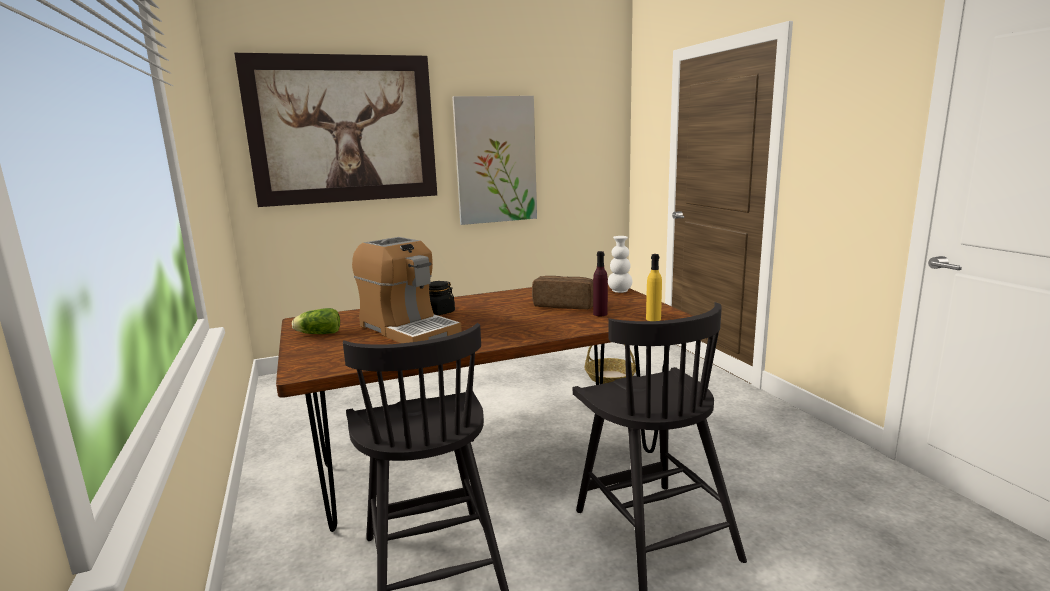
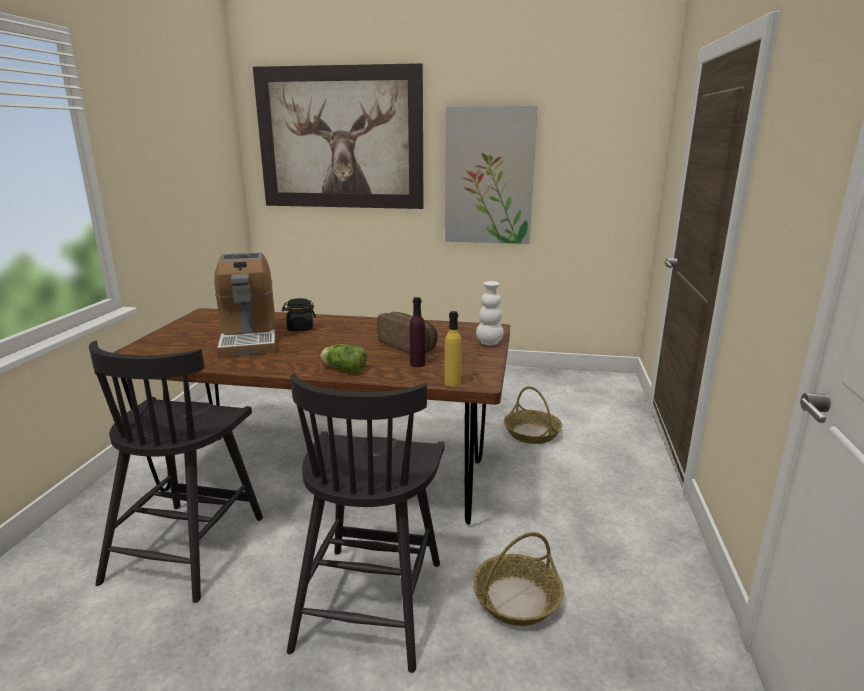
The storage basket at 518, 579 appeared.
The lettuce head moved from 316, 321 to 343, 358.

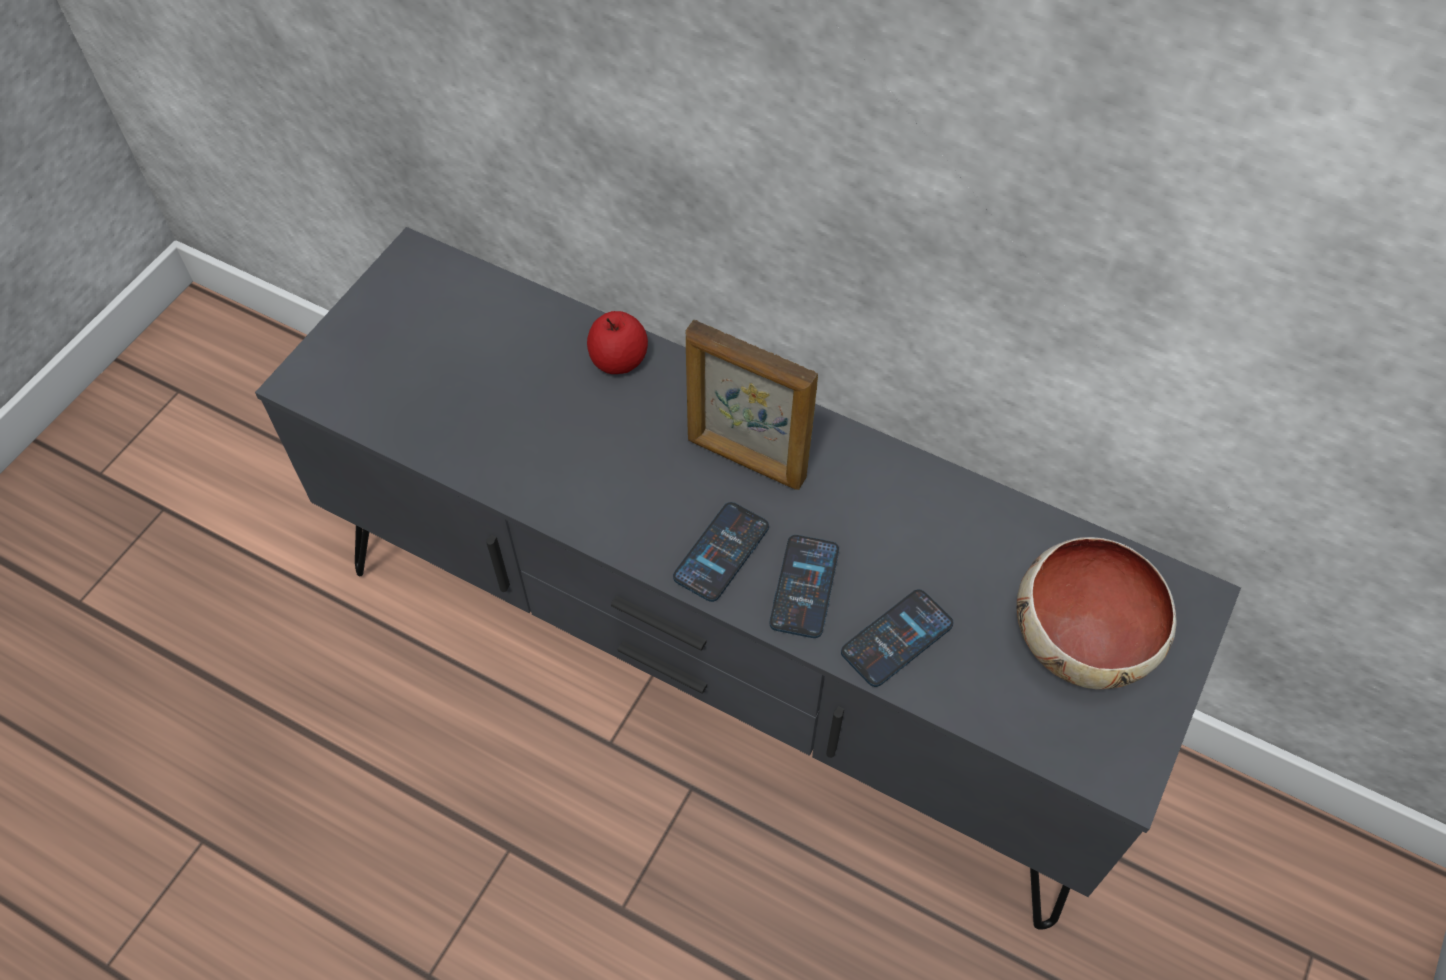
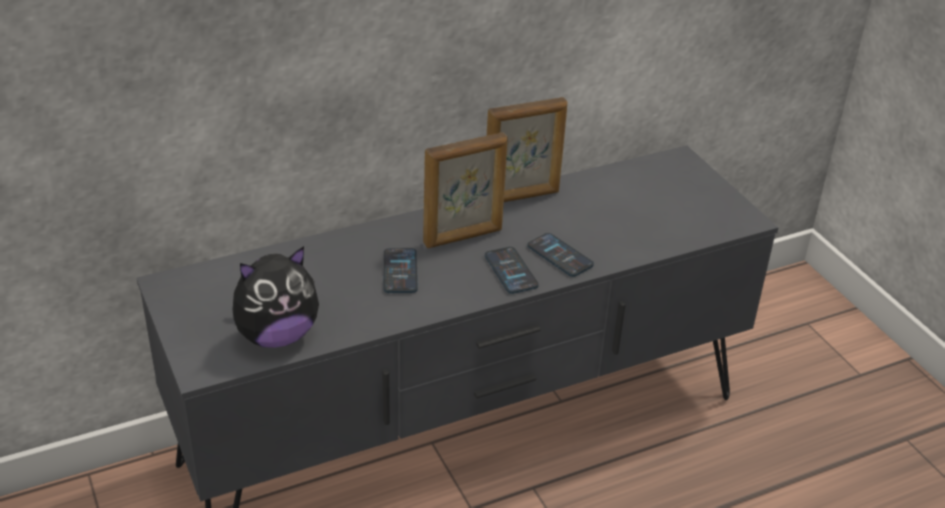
The apple fruit at 617, 342 disappeared.
The bowl at 1097, 613 disappeared.
The cuddly toy at 276, 297 appeared.
The picture frame at 527, 149 appeared.
The telephone moved from 897, 638 to 400, 270.

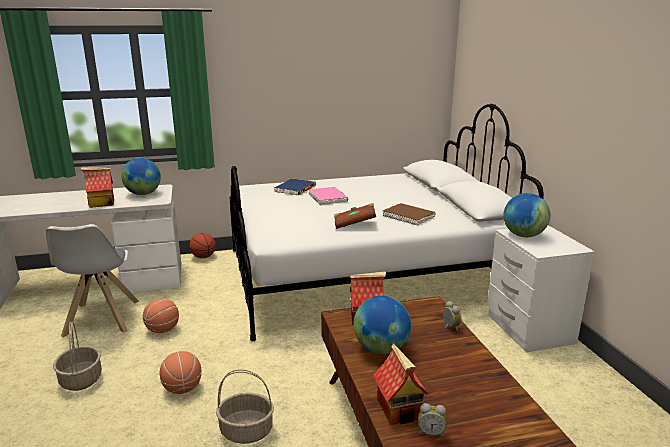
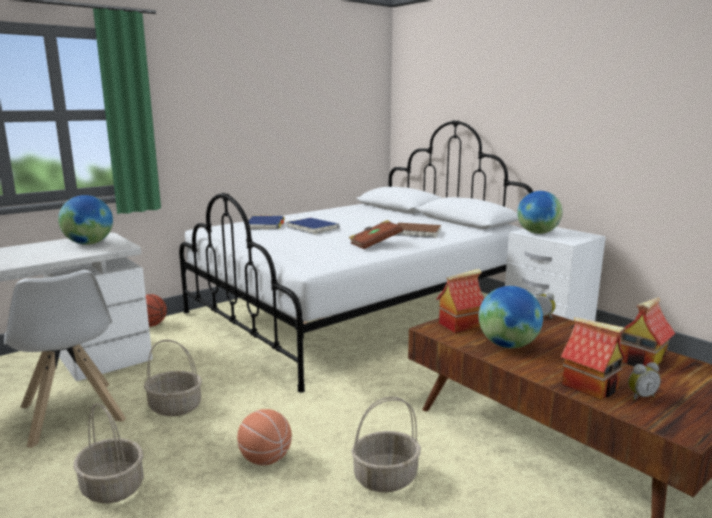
The miniature house moved from 97, 187 to 647, 333.
The basketball at 161, 315 was replaced by the storage basket at 173, 377.
The pinkish volume at 328, 196 became the blue-coloured volume at 313, 226.

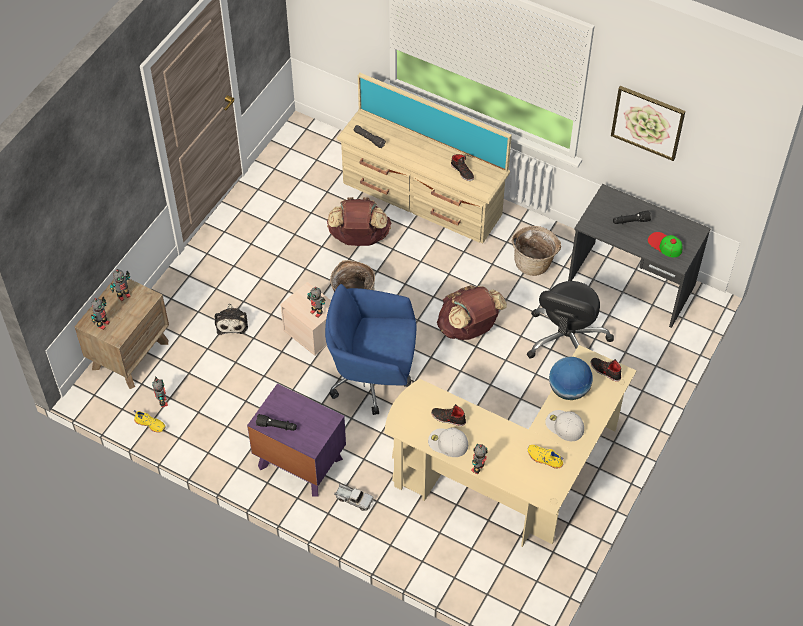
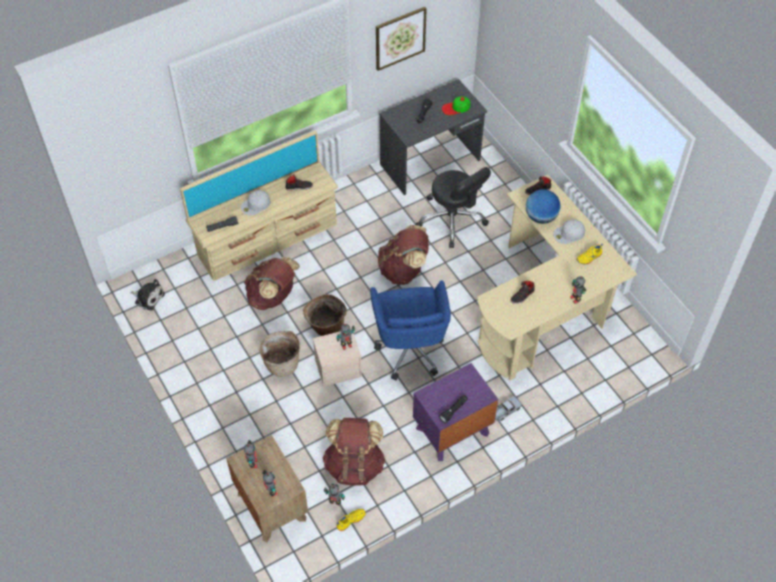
The brown knapsack at 354, 452 appeared.
The cuddly toy moved from 231, 319 to 147, 295.
The white-coloured cap moved from 448, 442 to 255, 203.
The storage basket moved from 536, 251 to 279, 354.
The blue-coloured desk chair at 370, 349 turned 45 degrees counterclockwise.

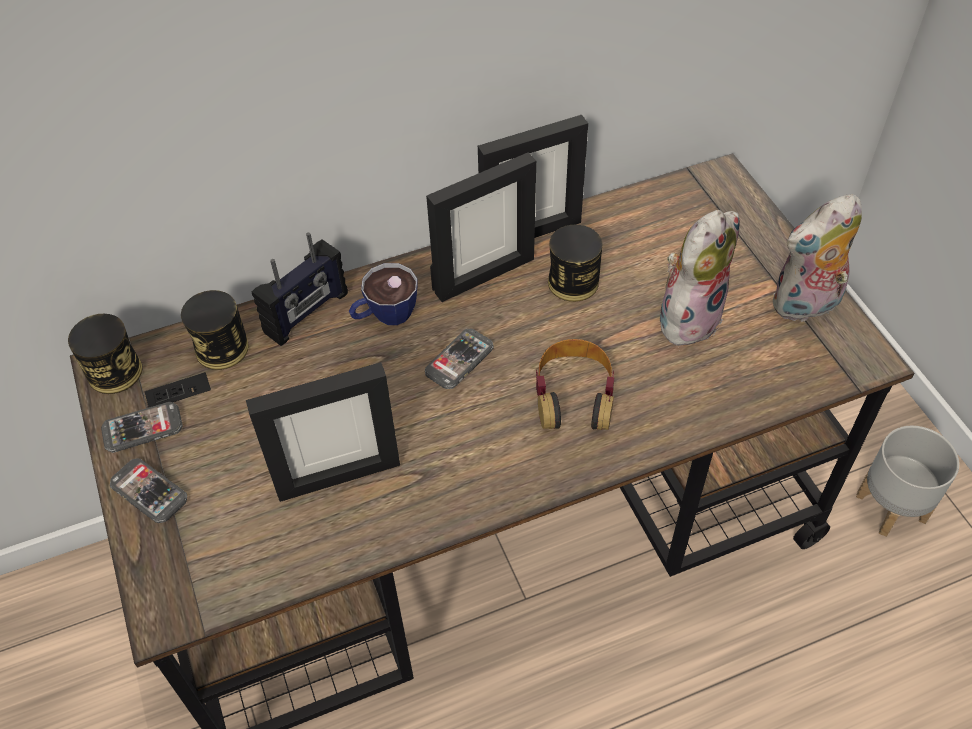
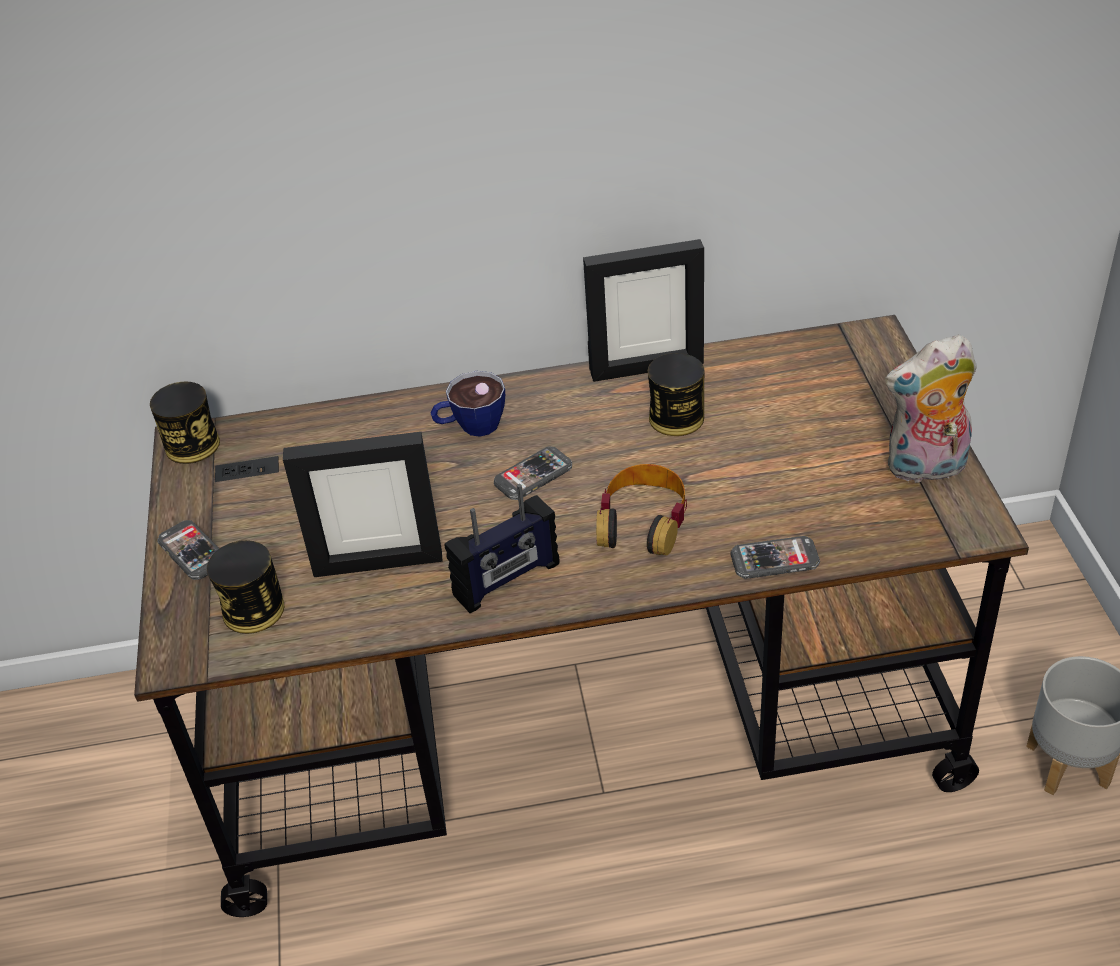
The picture frame at 481, 227 disappeared.
The cuddly toy at 700, 280 disappeared.
The telephone moved from 142, 427 to 775, 557.
The metal can moved from 215, 330 to 245, 587.
The radio set moved from 300, 289 to 502, 548.

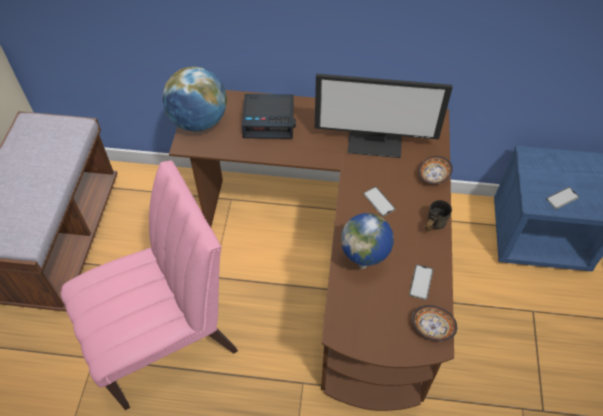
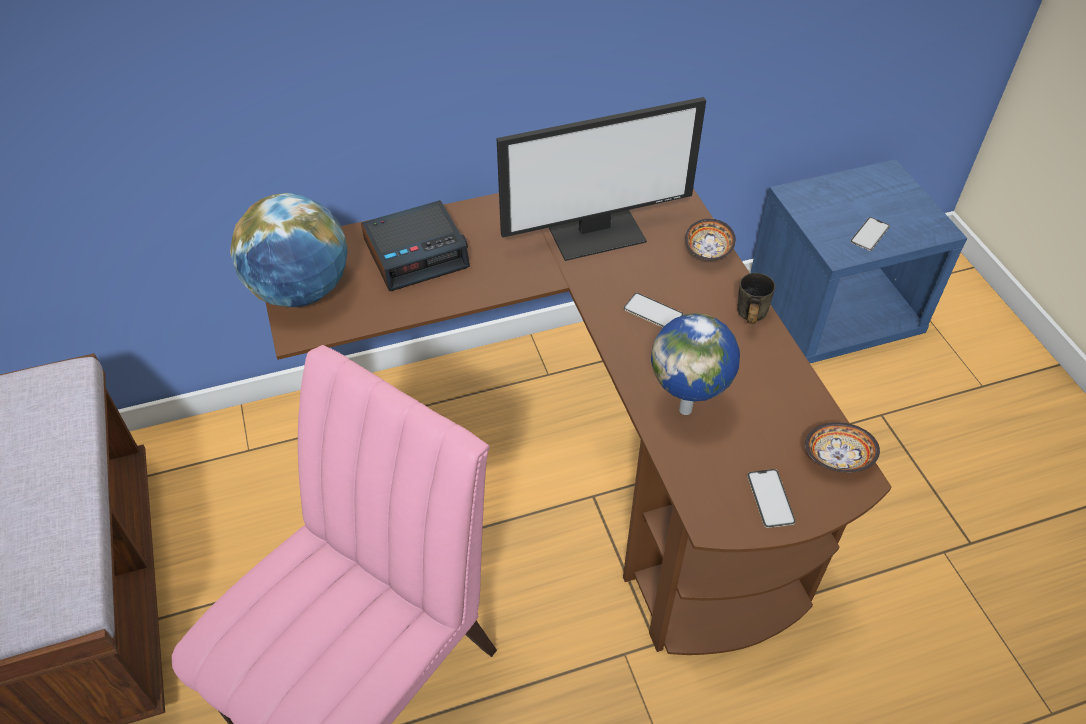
The telephone moved from 421, 282 to 771, 498.

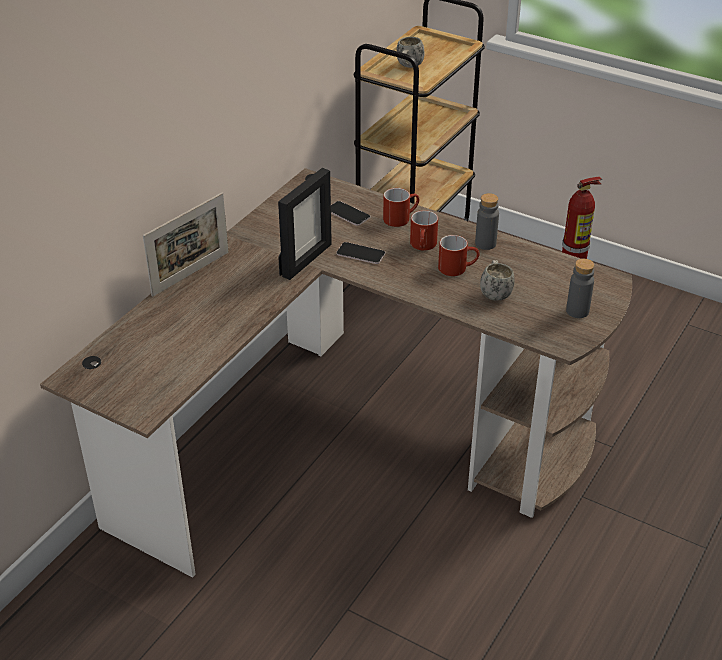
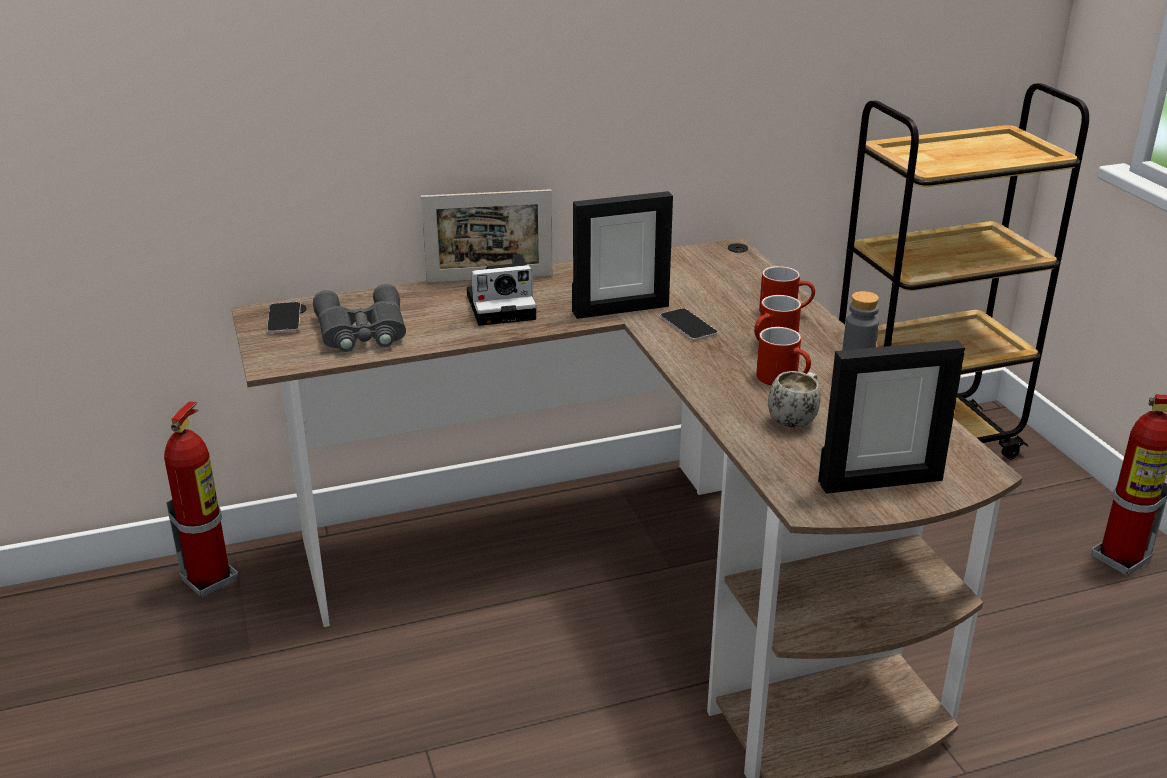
The white-coloured mug at 410, 52 disappeared.
The extinguisher at 201, 499 appeared.
The grey field glasses at 359, 318 appeared.
The still camera at 502, 290 appeared.
The telephone moved from 350, 213 to 284, 317.
The grey bottle at 580, 288 was replaced by the picture frame at 891, 417.

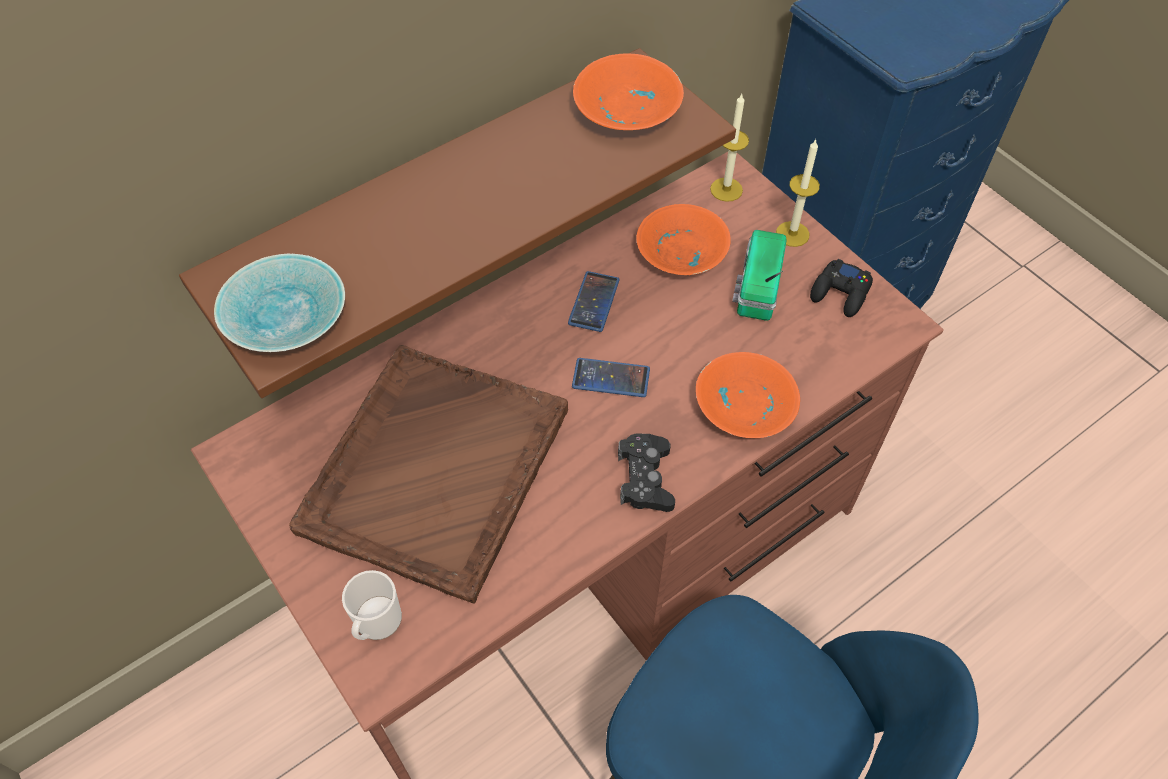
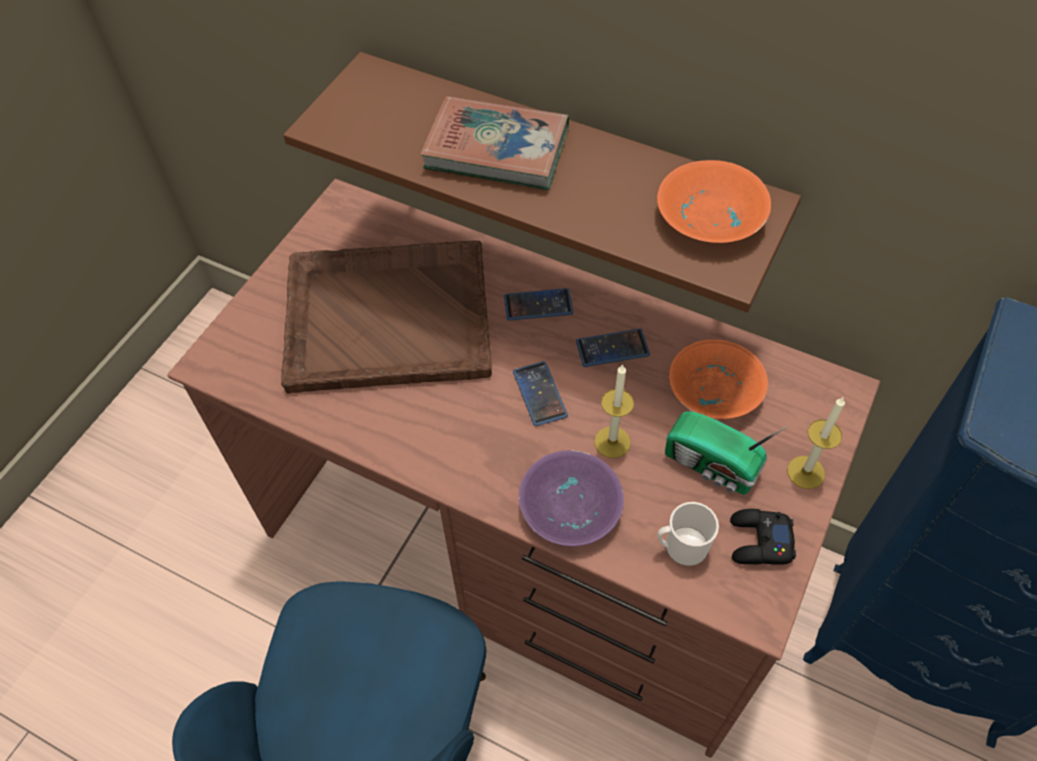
The turquoise-coloured bowl at 279, 303 disappeared.
The blackish gamepad at 646, 472 disappeared.
The volume at 495, 143 appeared.
The telephone at 538, 304 appeared.
The mug moved from 372, 605 to 688, 534.
The wax candle moved from 729, 148 to 614, 411.
The orange bowl at 748, 395 became the purple-coloured bowl at 571, 498.
The radio set at 759, 275 turned 135 degrees counterclockwise.

